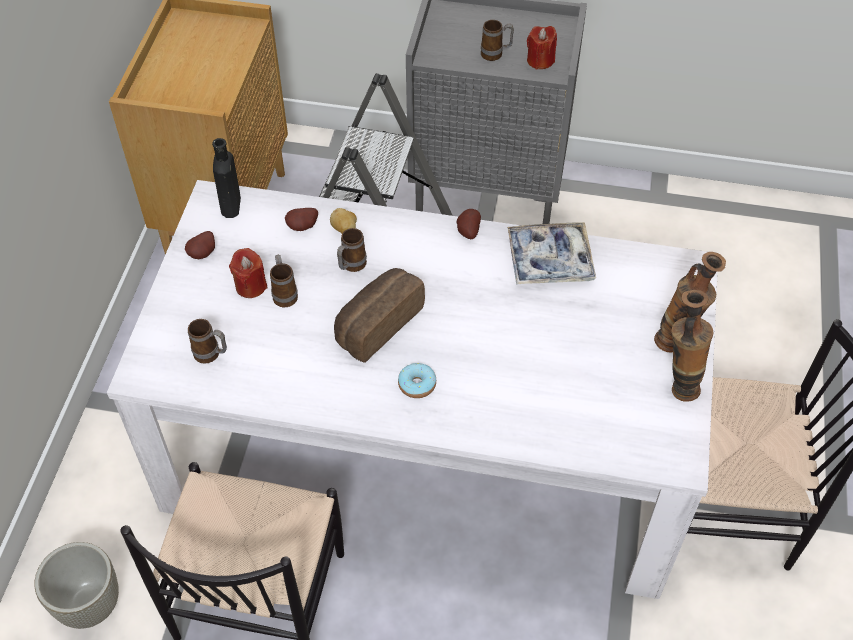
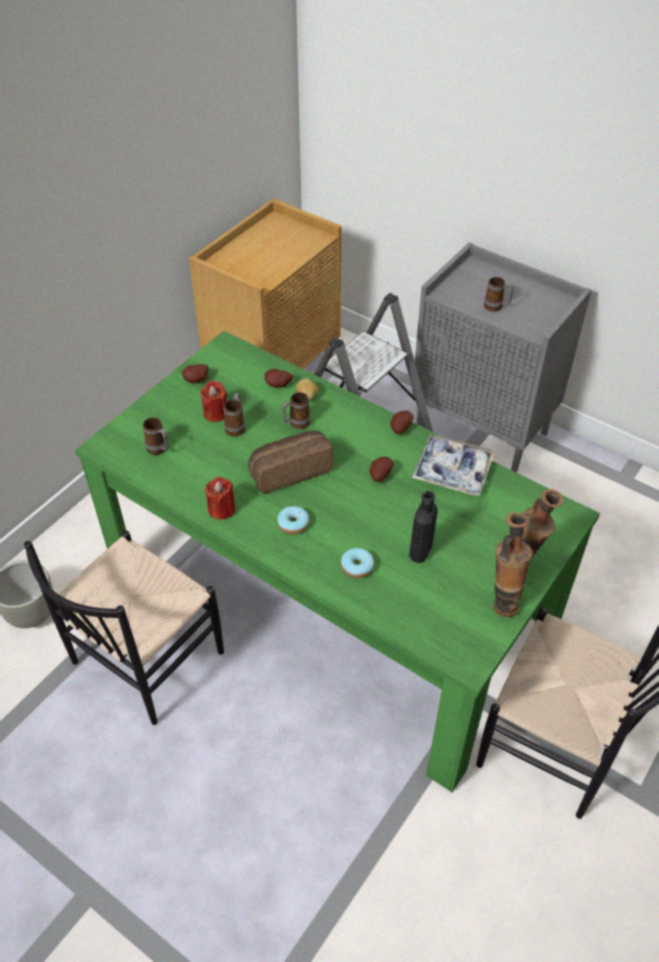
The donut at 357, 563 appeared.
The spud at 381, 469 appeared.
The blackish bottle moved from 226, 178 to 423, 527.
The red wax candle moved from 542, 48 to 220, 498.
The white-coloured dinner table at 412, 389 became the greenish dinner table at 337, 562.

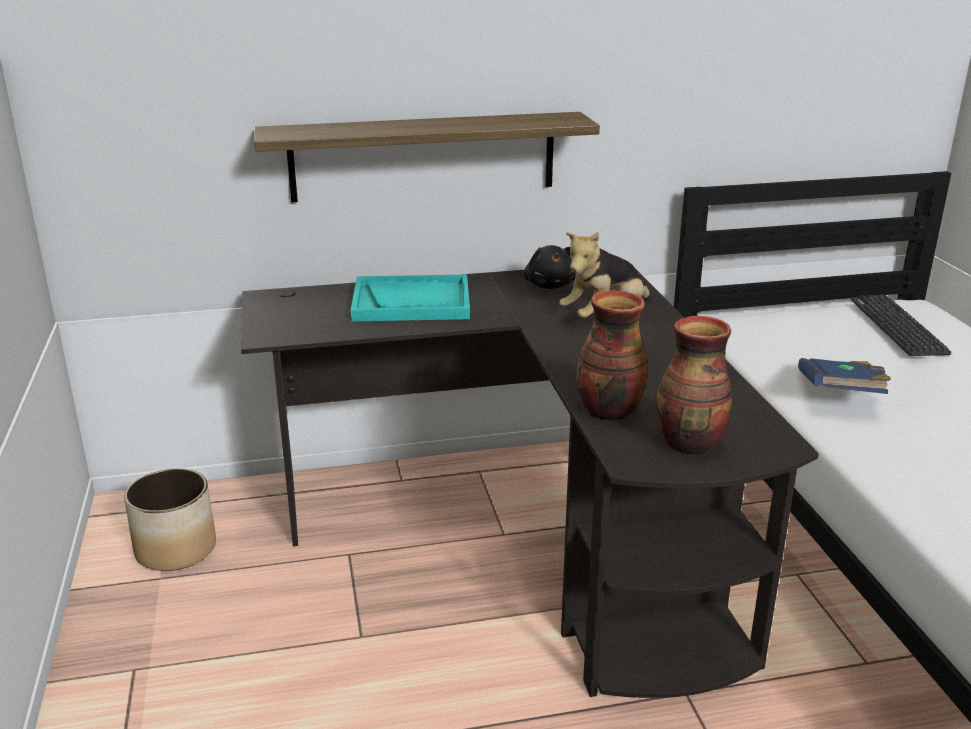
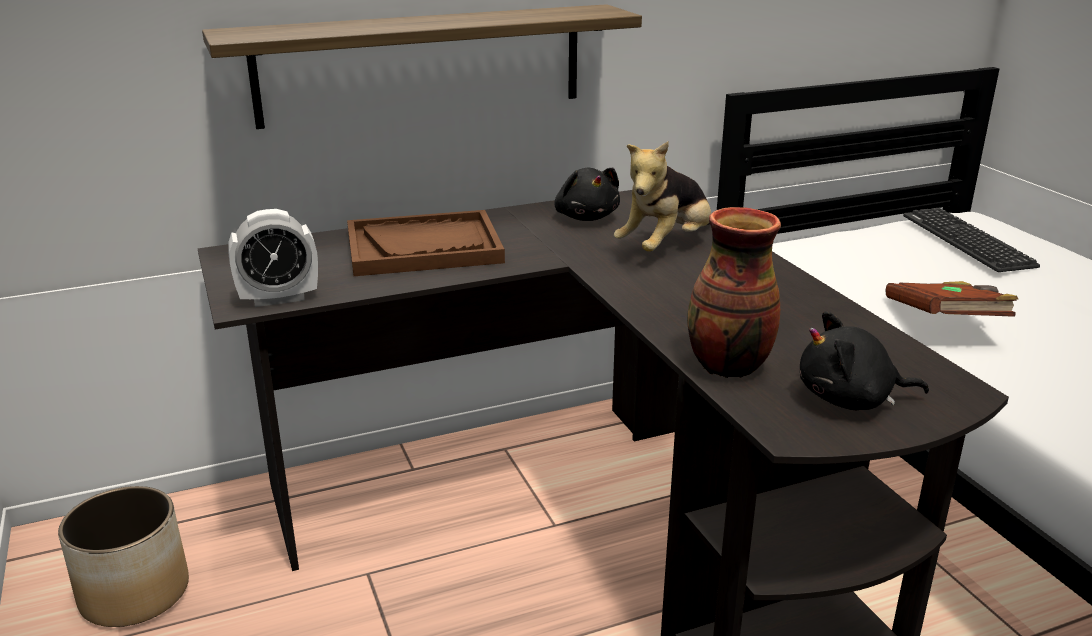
The alarm clock at 273, 258 appeared.
The flower vase at 694, 385 was replaced by the blackish cuddly toy at 864, 360.
The turquoise-coloured tray at 410, 297 became the brown tray at 426, 243.
The blue-coloured volume at 844, 376 became the brown volume at 952, 299.

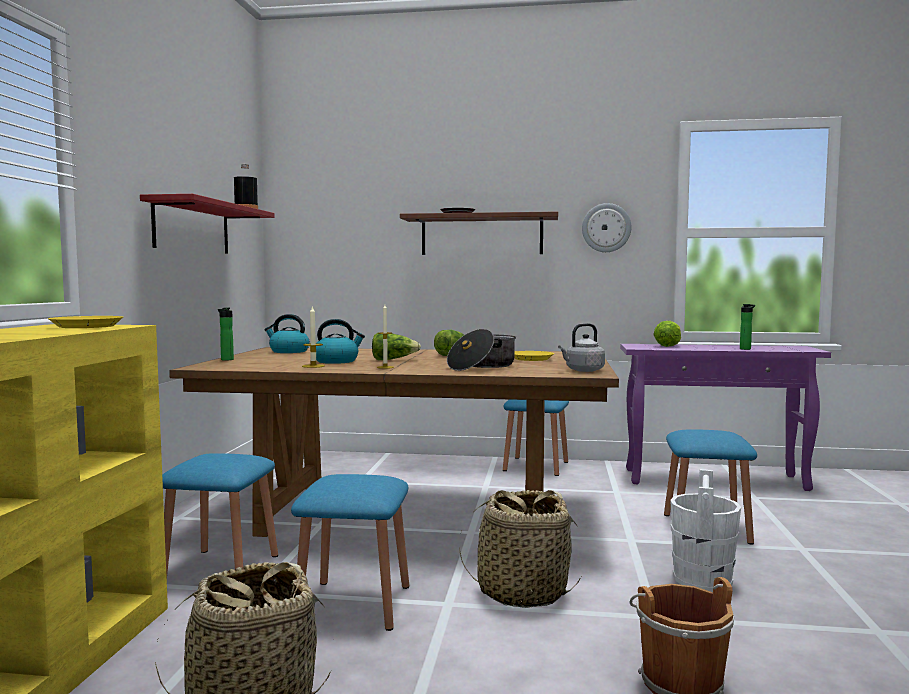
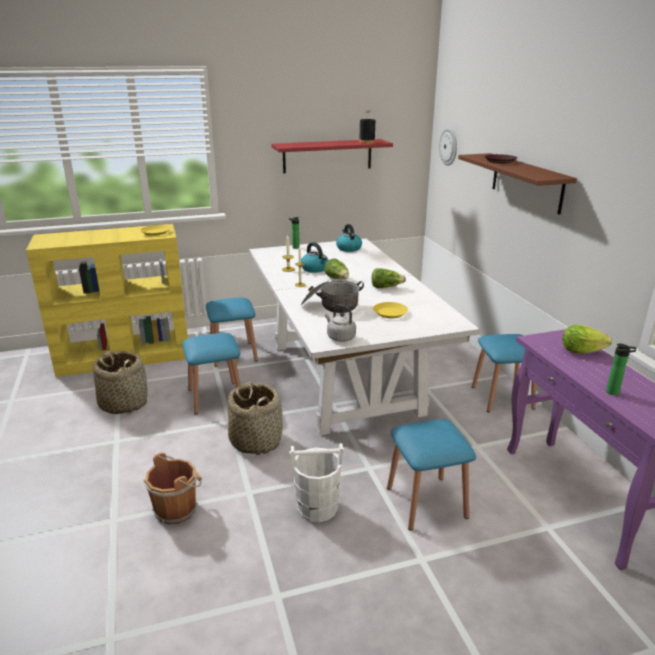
The clock on the wall moved from 607, 227 to 448, 147.
The brown dinner table at 394, 442 became the white-coloured dinner table at 364, 336.

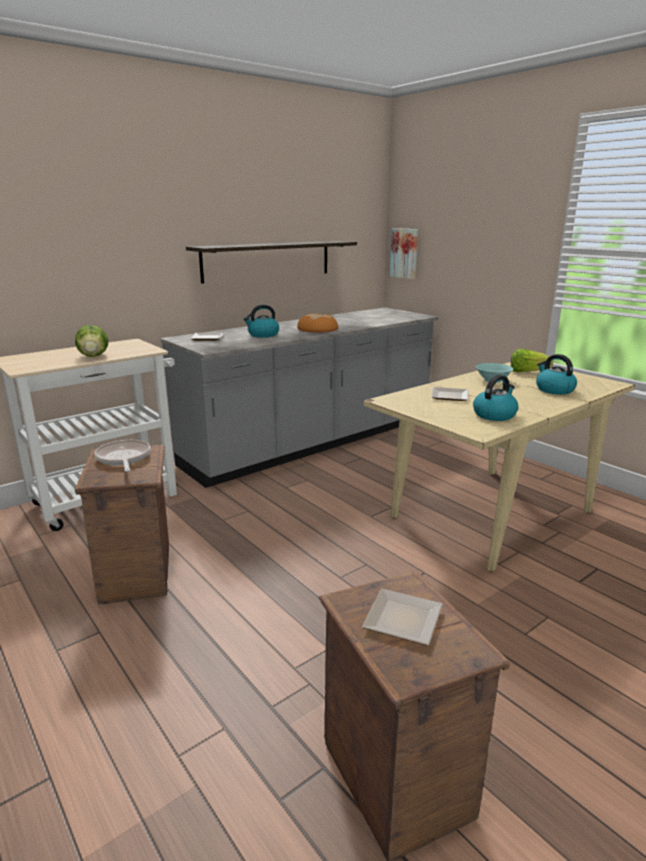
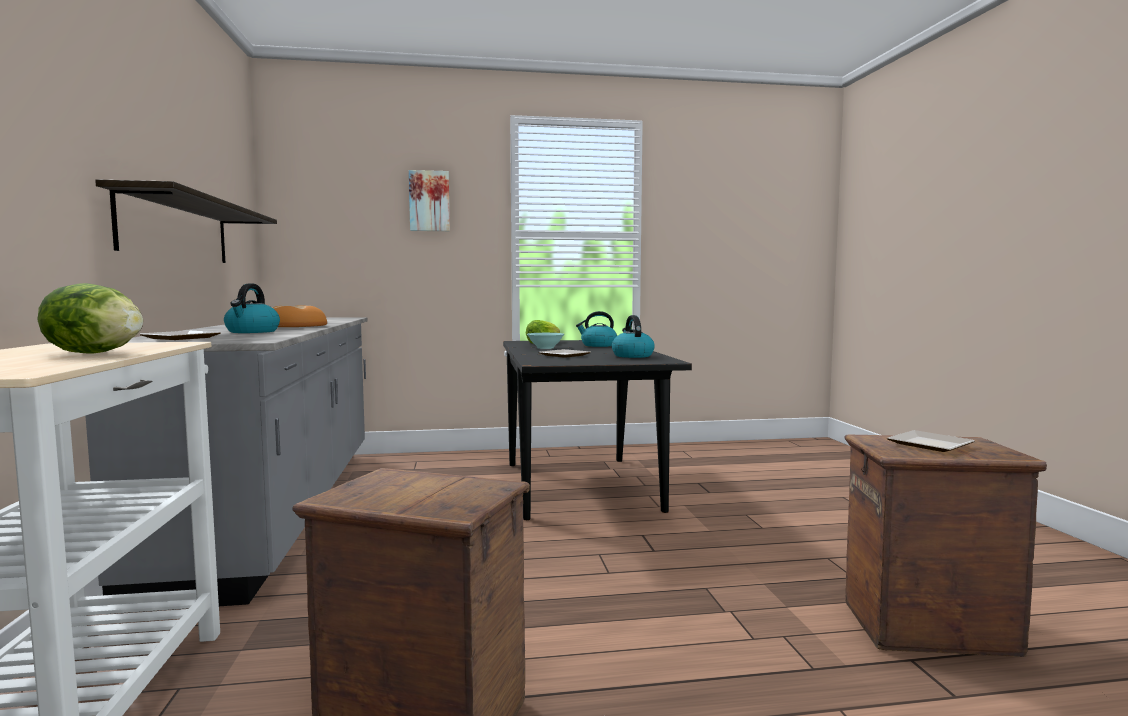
The frying pan at 122, 456 disappeared.
The wall art moved from 404, 253 to 429, 200.
The beige dinner table at 499, 467 became the blackish dinner table at 597, 430.

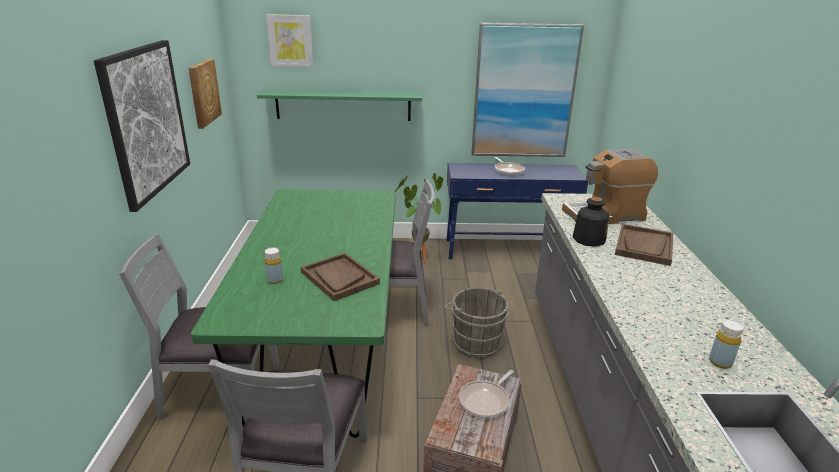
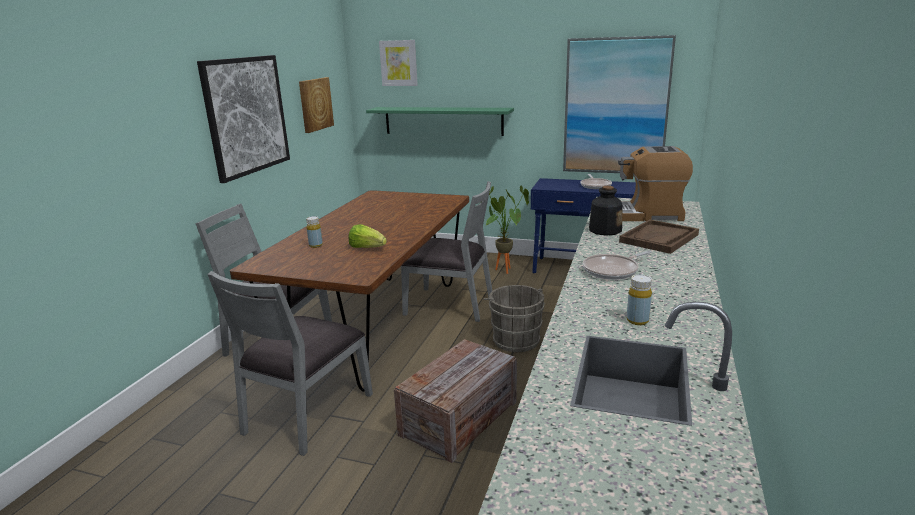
The frying pan moved from 486, 394 to 617, 265.
The brown tray at 340, 277 was replaced by the lettuce head at 368, 236.
The greenish dinner table at 293, 313 became the brown dinner table at 349, 291.

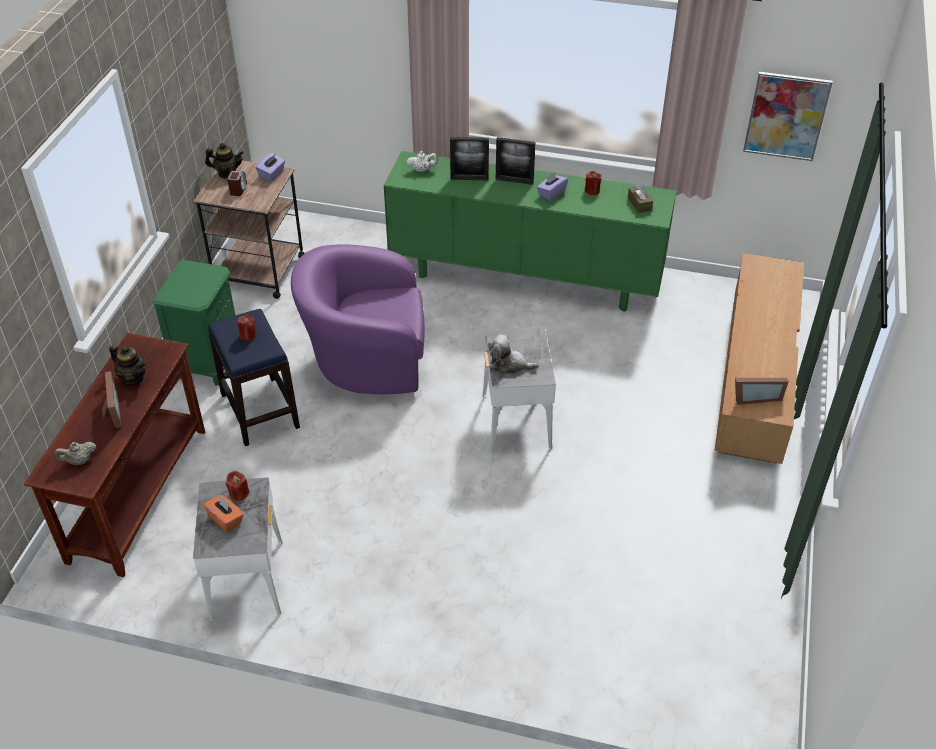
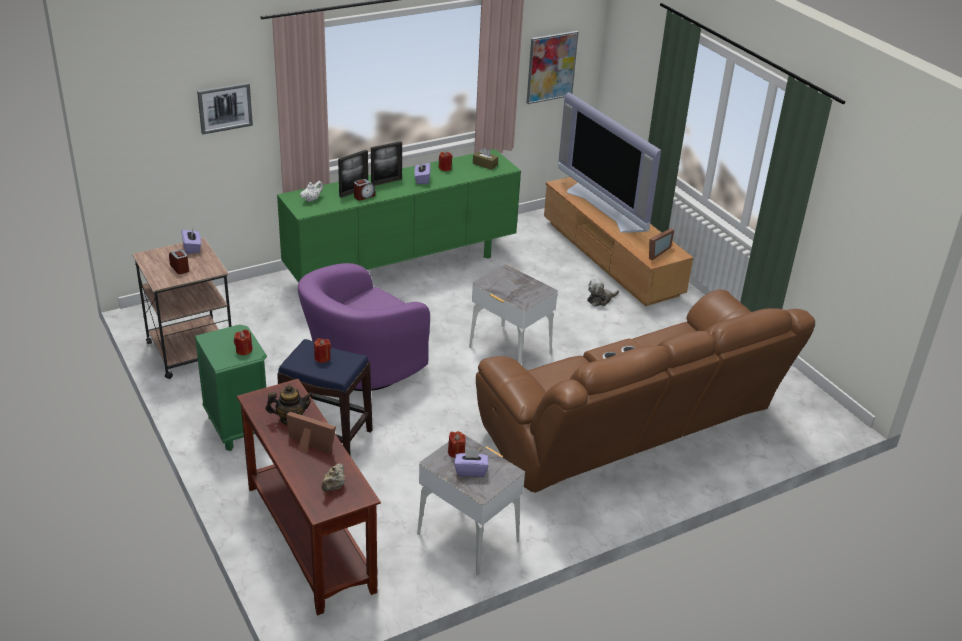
The pot for tea at 224, 160 disappeared.
The wall art at 225, 108 appeared.
The red wax candle at 243, 342 appeared.
The alarm clock at 364, 190 appeared.
The brown settee at 645, 391 appeared.
The television at 609, 162 appeared.
The cuddly toy moved from 513, 354 to 603, 293.
The orange tissue holder at 223, 513 became the purple-coloured tissue holder at 471, 463.

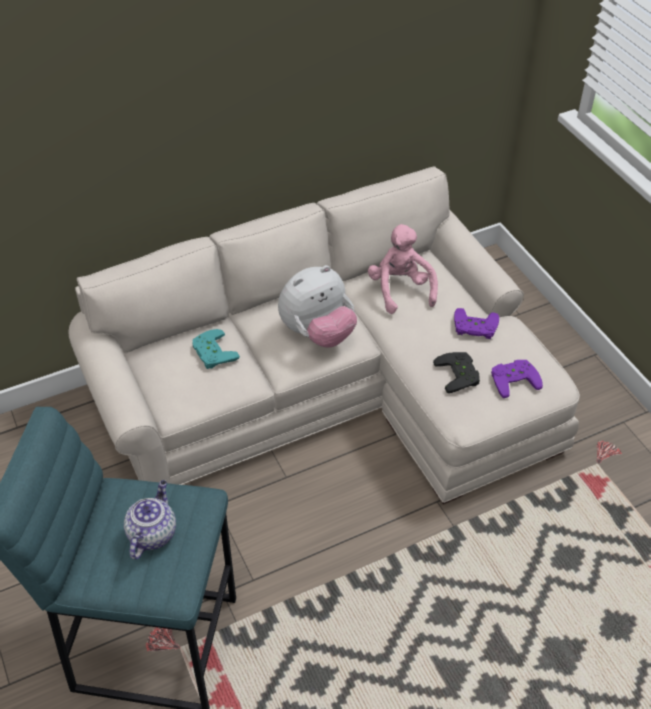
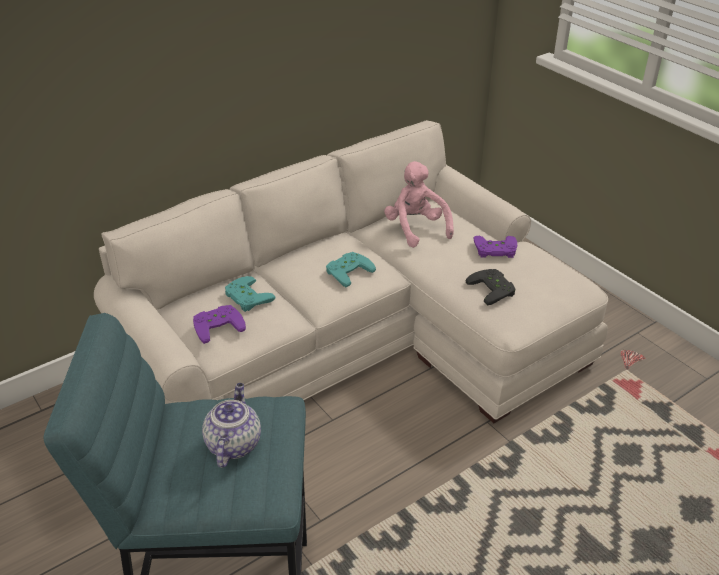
The purple-coloured gamepad moved from 517, 379 to 219, 324.
The cuddly toy at 317, 306 was replaced by the turquoise-coloured gamepad at 351, 269.

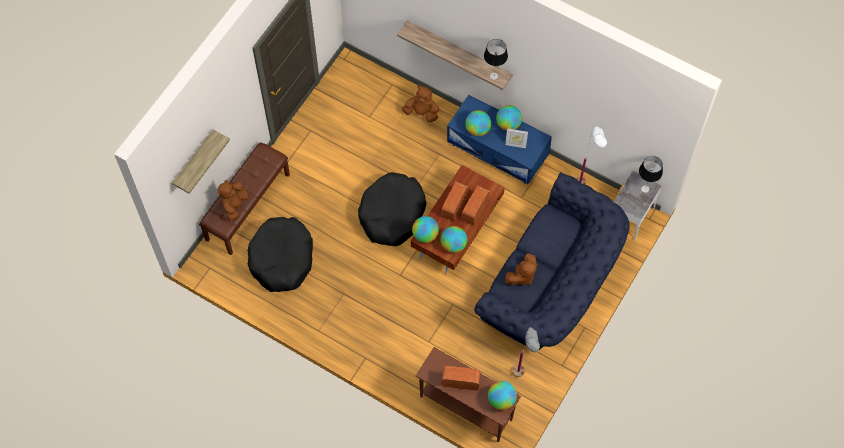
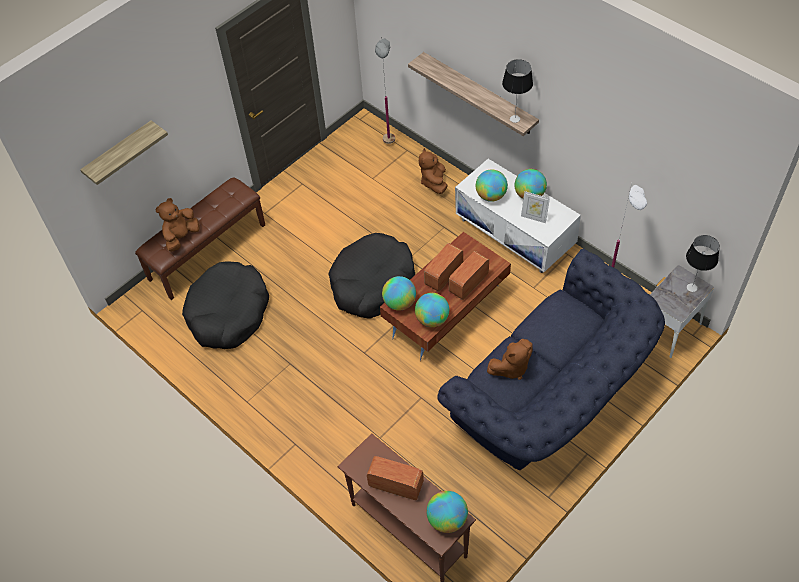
The grey standard lamp moved from 526, 352 to 385, 90.
The blue-coloured tv stand at 499, 139 became the white-coloured tv stand at 518, 216.
The brown cuddly toy at 420, 103 turned 120 degrees counterclockwise.

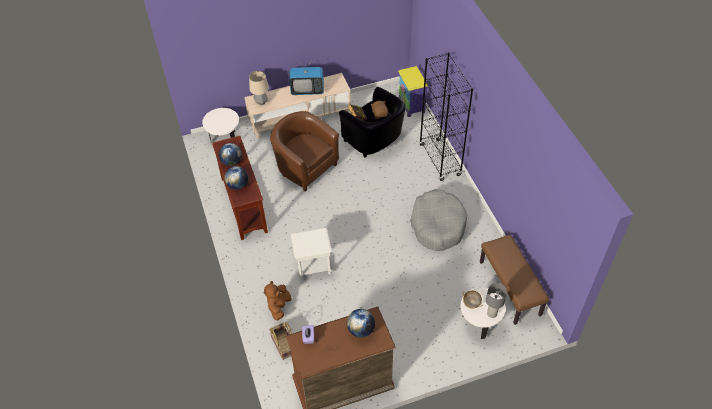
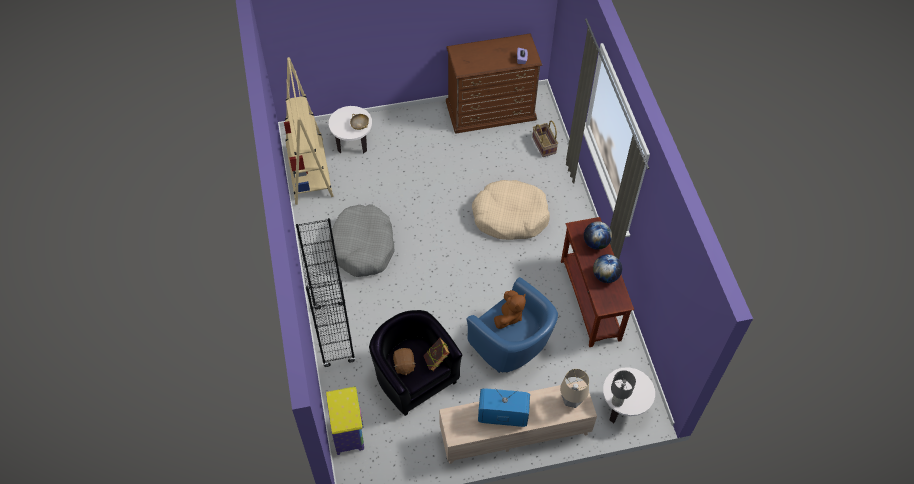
The desk globe at 361, 323 disappeared.
The brown cuddly toy moved from 278, 300 to 510, 309.
The grey tabletop lamp moved from 496, 300 to 623, 388.
The white-coloured side table at 311, 253 was replaced by the beige pet bed at 511, 210.
The brown long seat at 514, 280 was replaced by the beige bookcase at 309, 131.
The brown armchair at 304, 151 became the blue-coloured armchair at 512, 325.

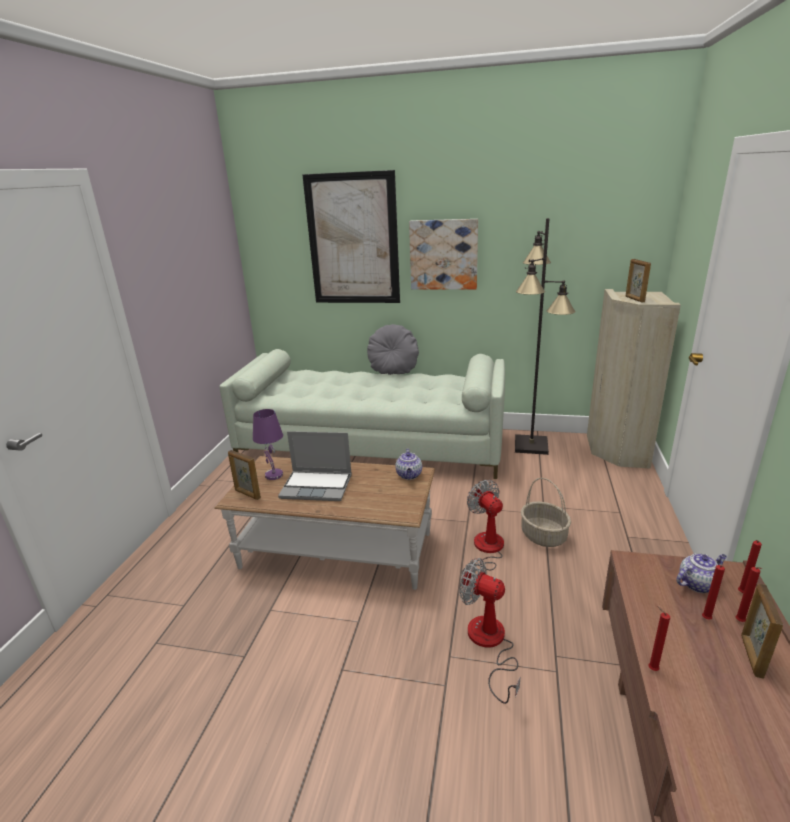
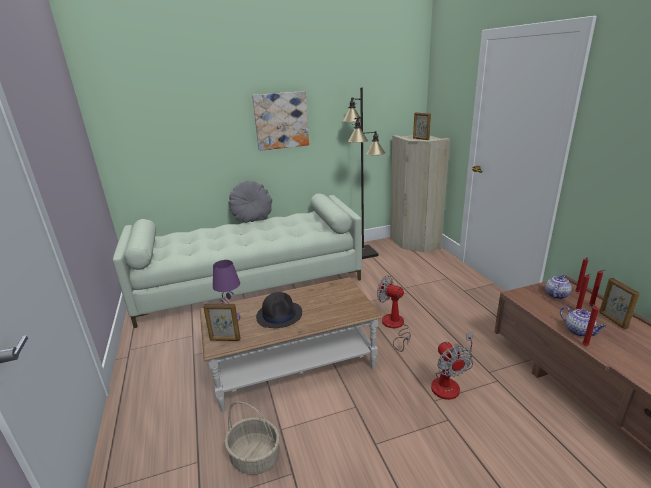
The wall art at 351, 236 disappeared.
The pot for tea moved from 408, 464 to 583, 321.
The storage basket moved from 546, 512 to 252, 438.
The laptop at 315, 466 was replaced by the blackish clothing hat at 279, 310.
The cooling fan at 490, 631 turned 105 degrees counterclockwise.

